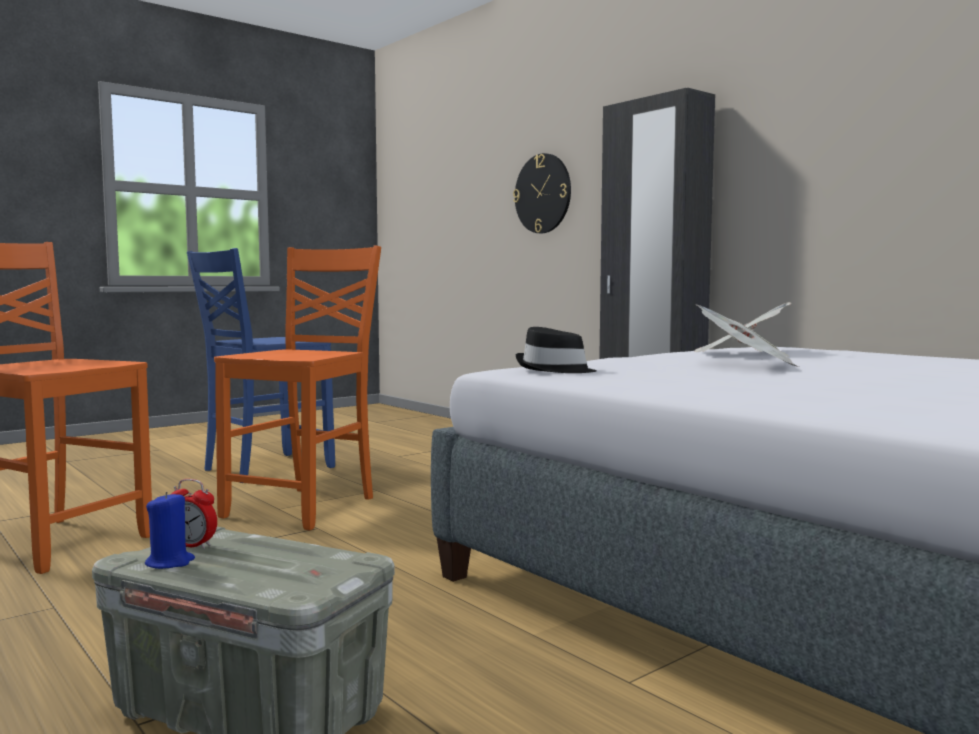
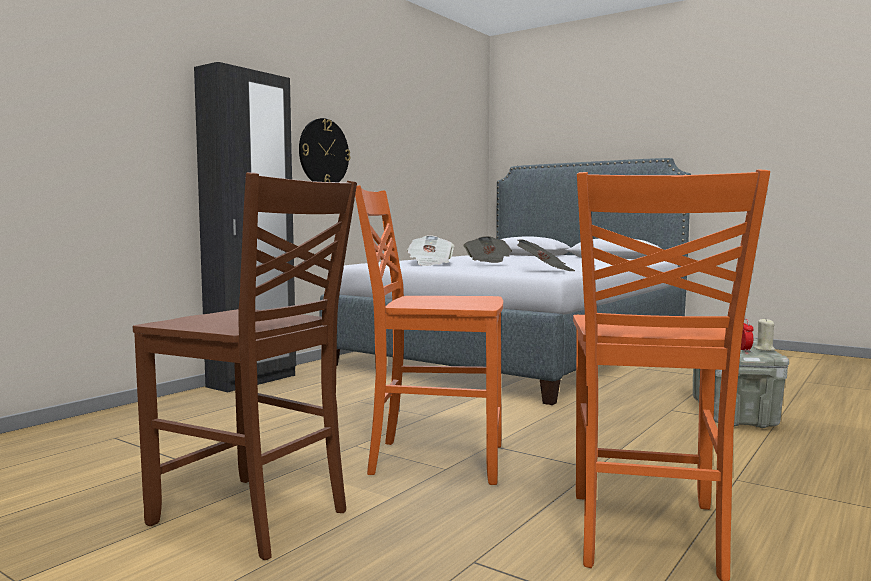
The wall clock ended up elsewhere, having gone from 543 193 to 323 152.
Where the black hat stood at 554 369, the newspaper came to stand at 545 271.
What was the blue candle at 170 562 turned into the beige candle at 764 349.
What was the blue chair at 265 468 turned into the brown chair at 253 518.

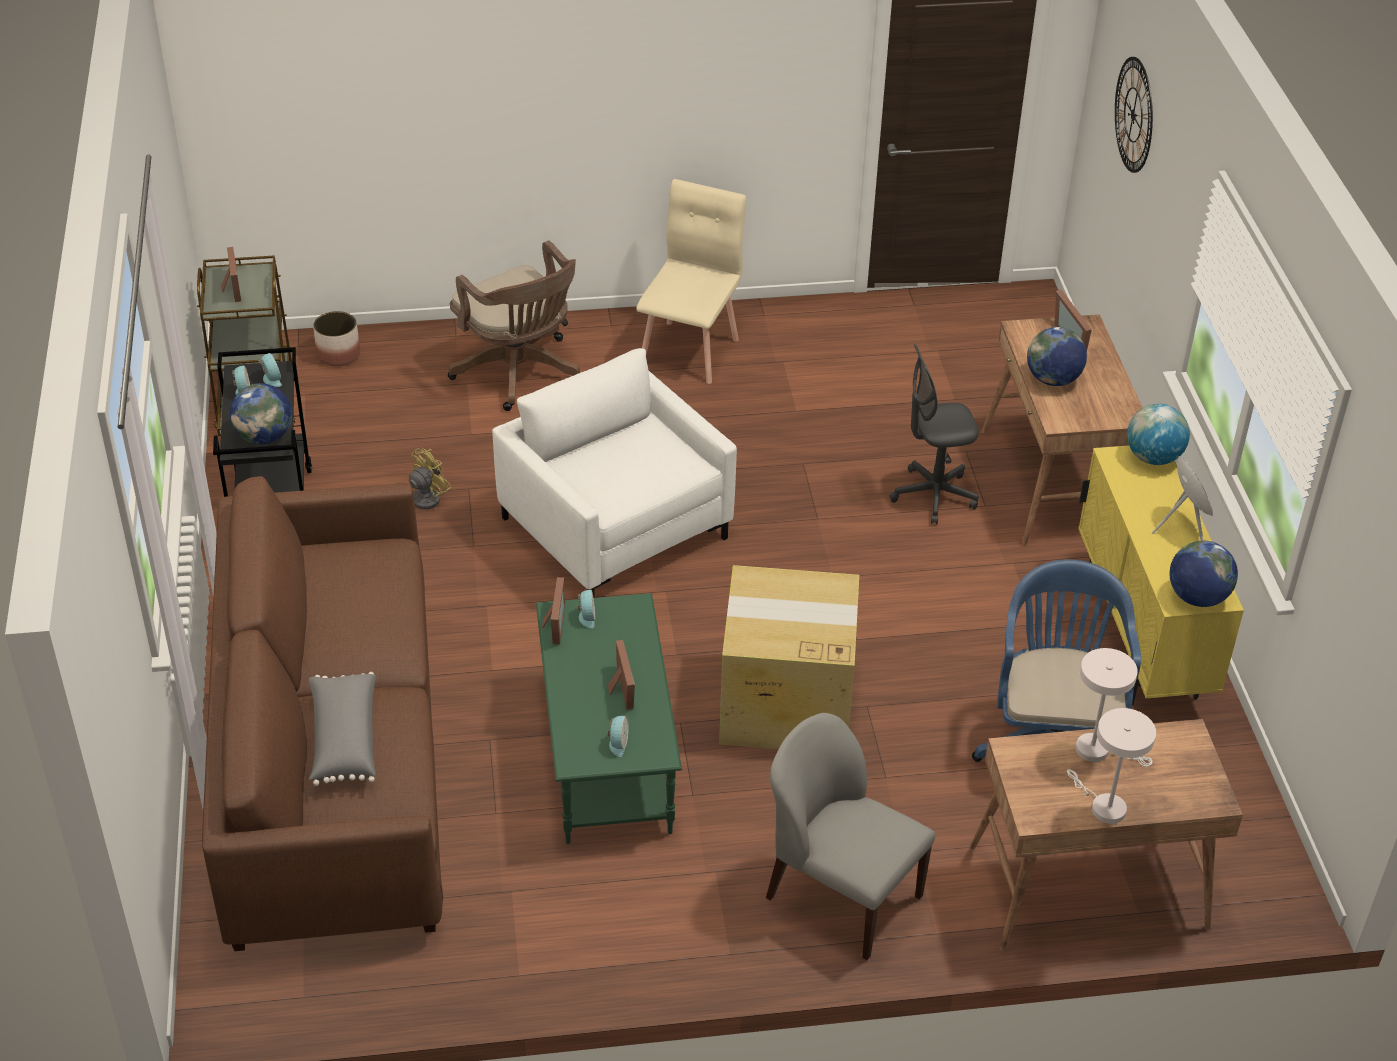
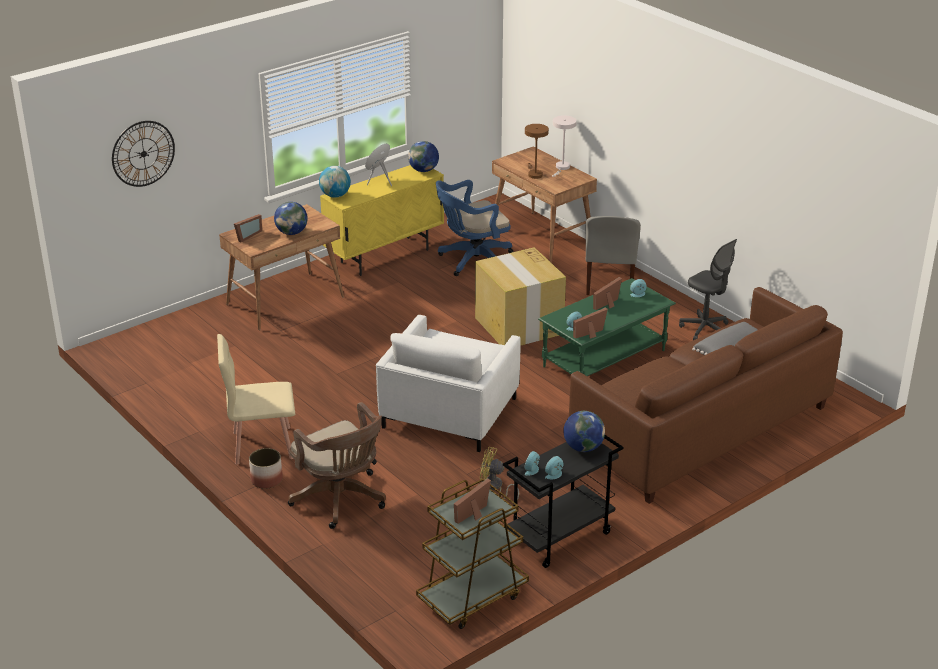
The planter ended up elsewhere, having gone from 339 354 to 266 479.
The grey office chair ended up elsewhere, having gone from 933 496 to 705 329.
What was the white table lamp at 1099 750 turned into the brown table lamp at 534 174.
The brown office chair at 520 373 ended up facing another way, 120 degrees clockwise from before.

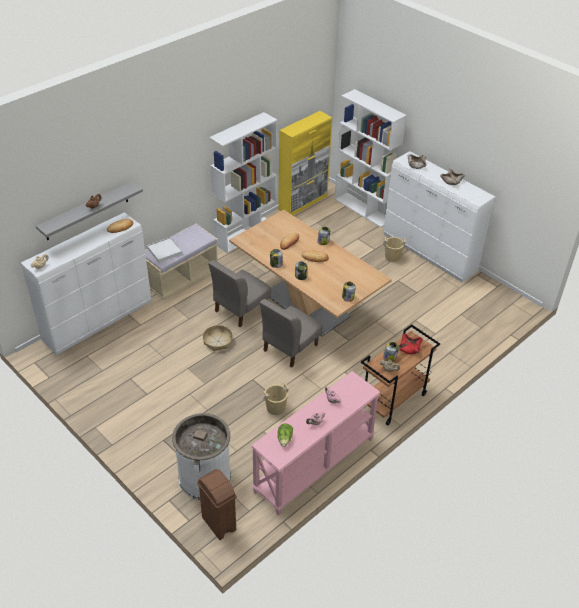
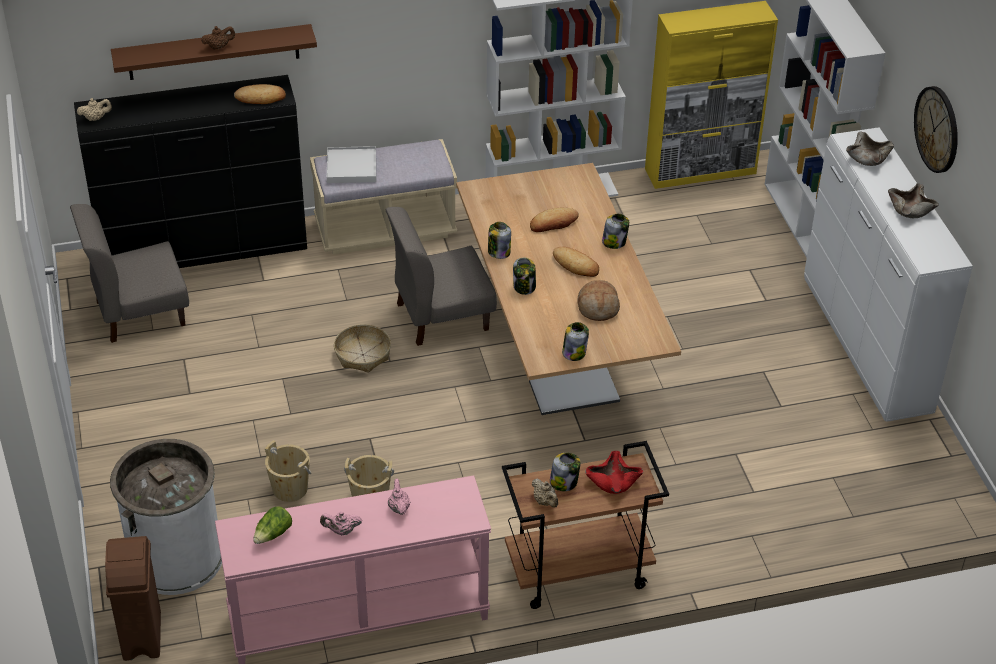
The second view gained the bread at 598 307.
The second view gained the wall clock at 937 129.
The grey chair ended up elsewhere, having gone from 290 347 to 139 312.
The beige bucket ended up elsewhere, having gone from 392 257 to 290 488.
What was the white dresser at 99 321 turned into the black dresser at 205 251.
What was the grey shelf at 87 211 turned into the brown shelf at 213 52.

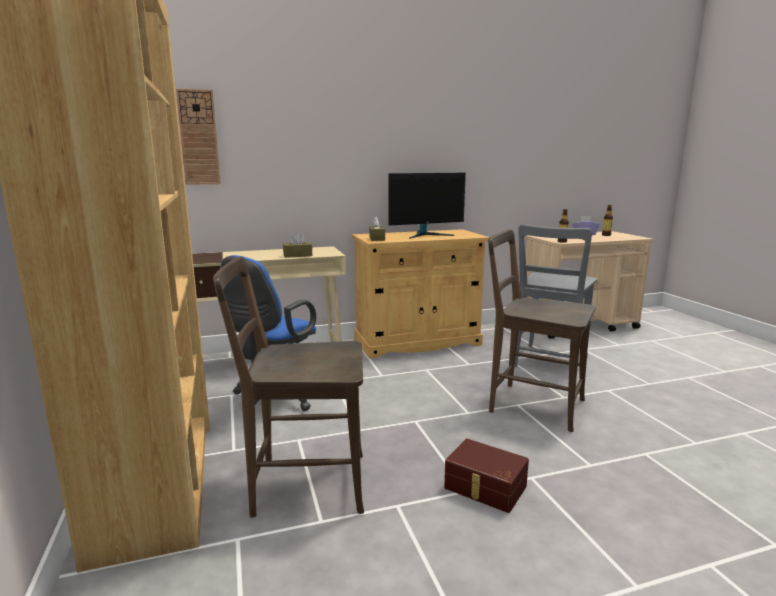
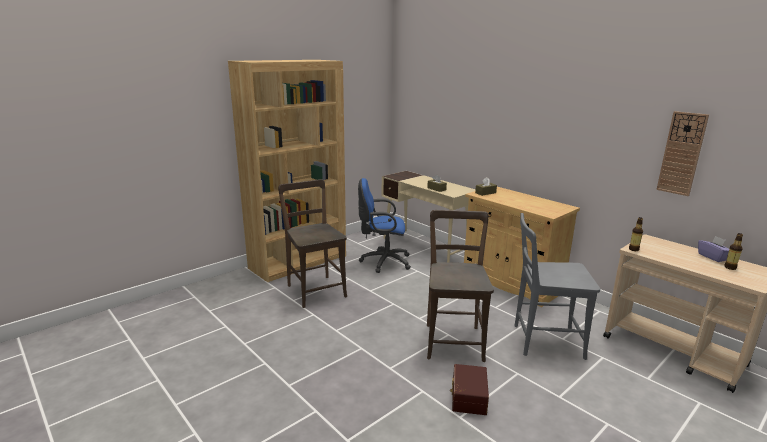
The second view lost the monitor at 426 235.
The wall clock ended up elsewhere, having gone from 199 138 to 681 153.
The brown storage box ended up elsewhere, having gone from 484 488 to 467 397.

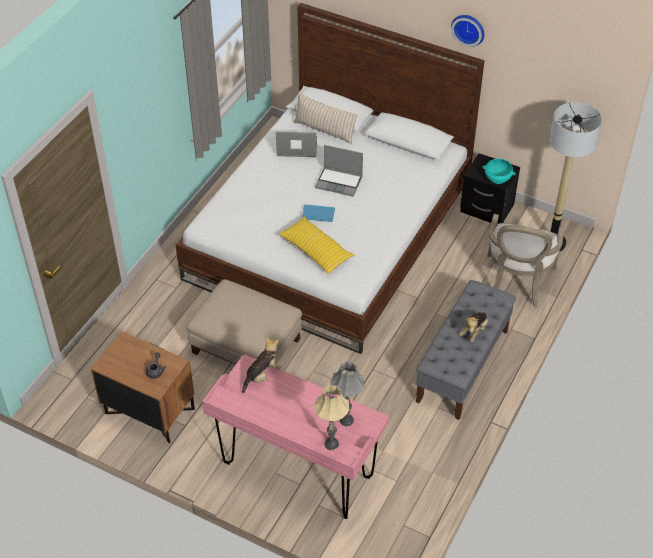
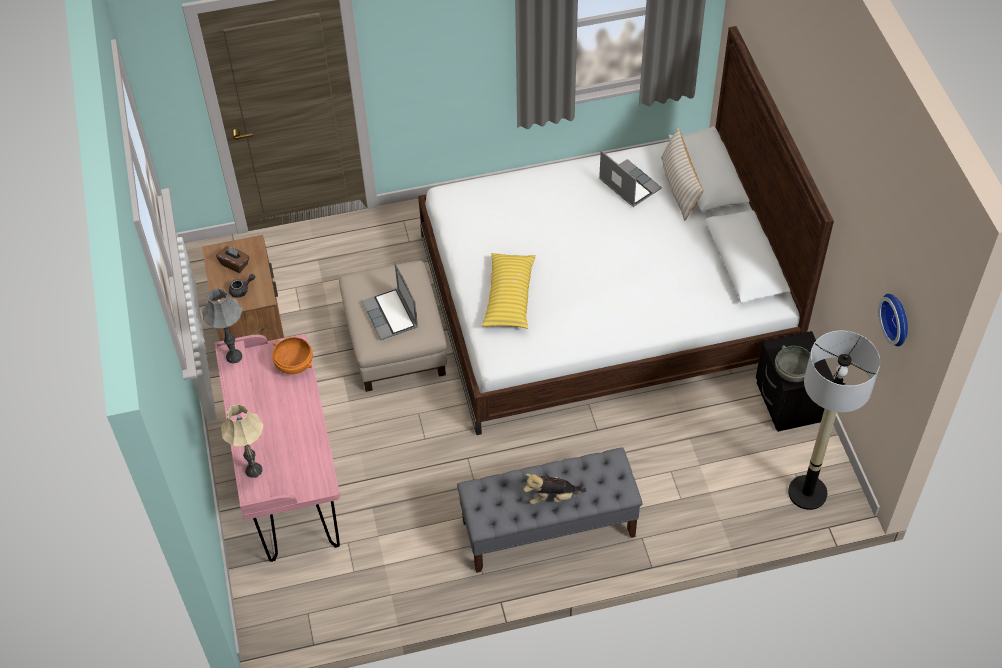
The second view lost the blue book at 317 213.
The second view lost the armchair at 516 284.
The second view gained the brown tissue box at 234 264.
The laptop ended up elsewhere, having gone from 339 182 to 391 315.
The grey table lamp ended up elsewhere, having gone from 346 420 to 234 356.
The wall clock ended up elsewhere, having gone from 469 29 to 898 319.
Where the plush toy stood at 262 376, the orange bowl came to stand at 294 365.
What was the turquoise bowl at 497 178 turned into the grey bowl at 793 372.

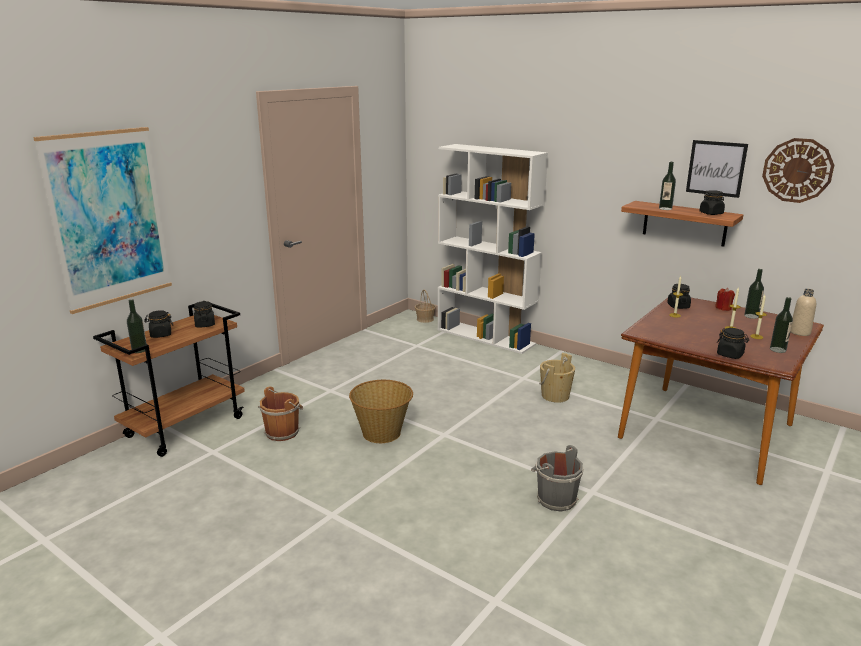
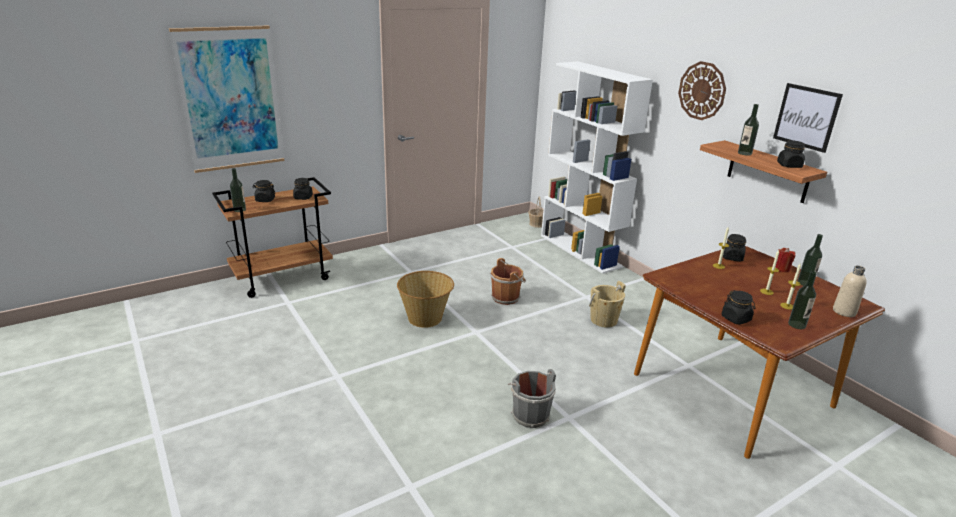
The brown bucket ended up elsewhere, having gone from 283 432 to 506 297.
The wall clock ended up elsewhere, having gone from 797 170 to 702 91.

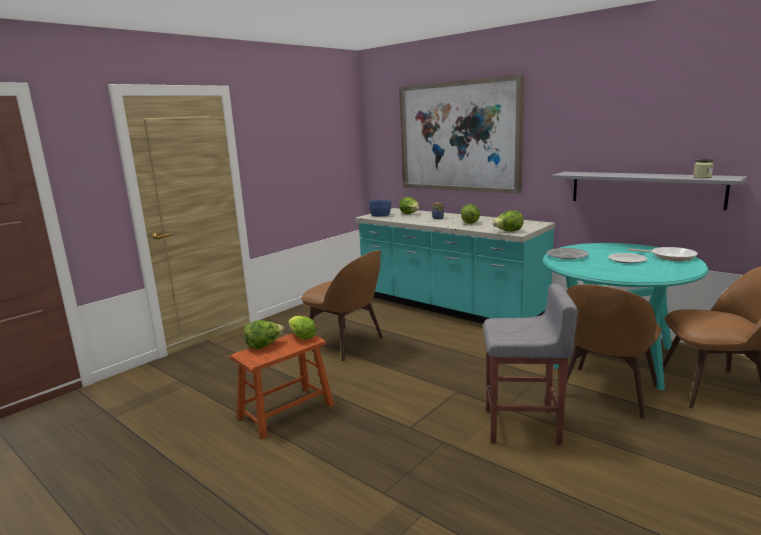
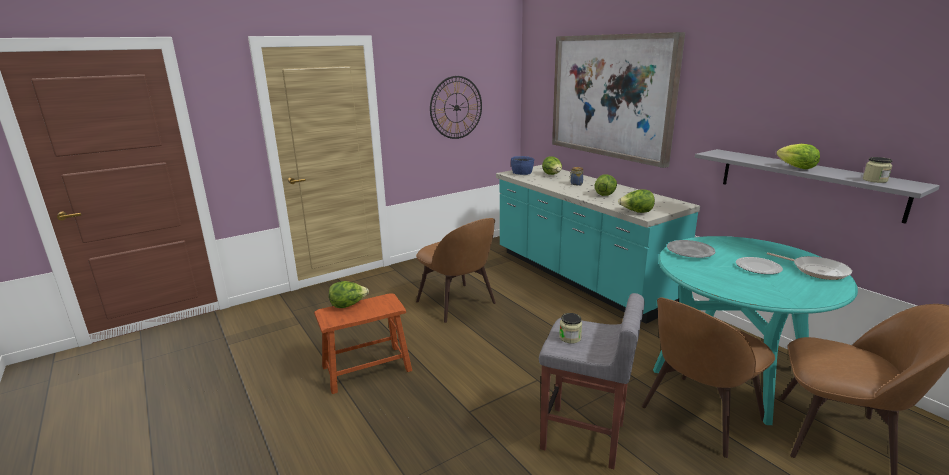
The second view gained the wall clock at 456 107.
The second view gained the jar at 570 337.
The lettuce ended up elsewhere, having gone from 302 337 to 796 167.

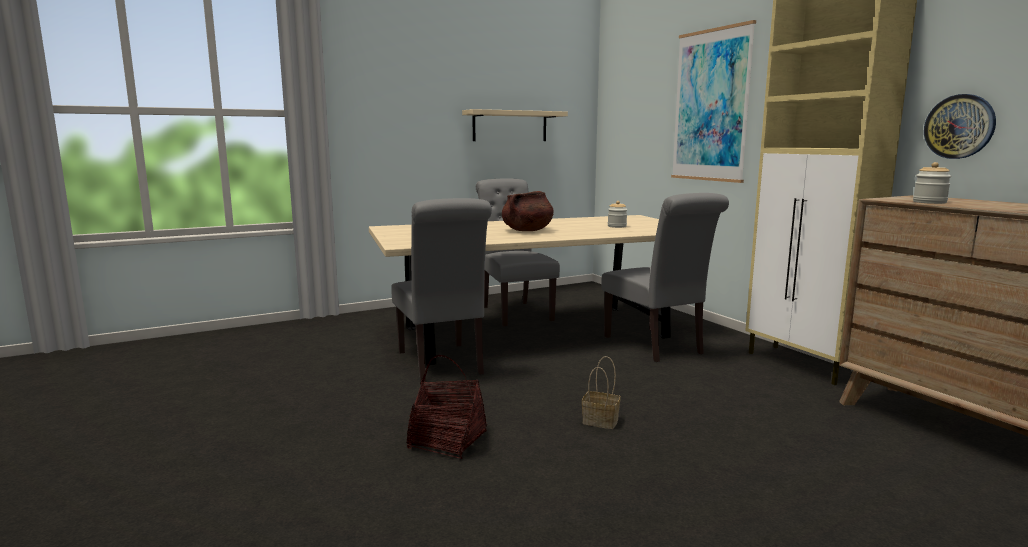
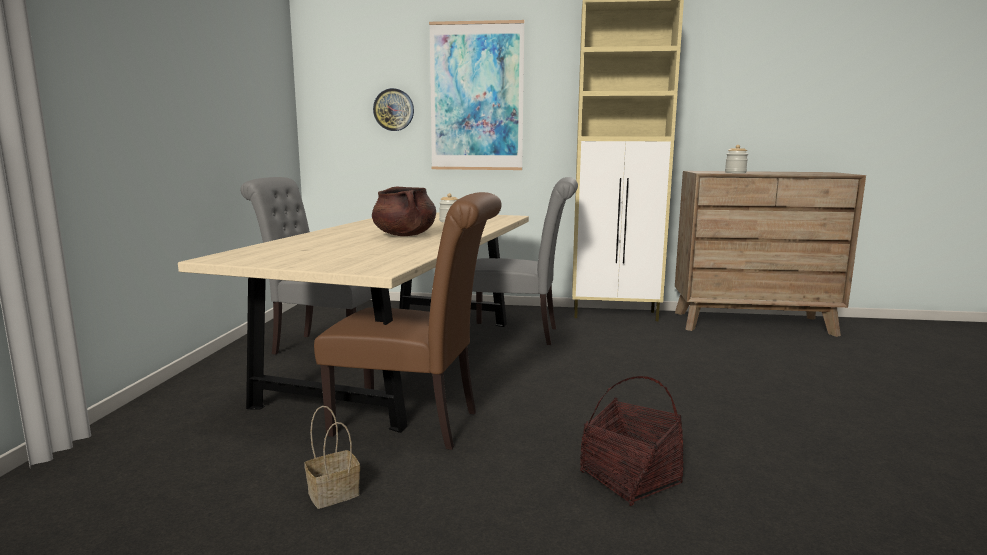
The second view lost the beige shelf at 510 126.
The basket ended up elsewhere, having gone from 601 421 to 335 493.
The wall clock ended up elsewhere, having gone from 959 126 to 393 110.
What was the grey chair at 442 364 turned into the brown chair at 415 423.

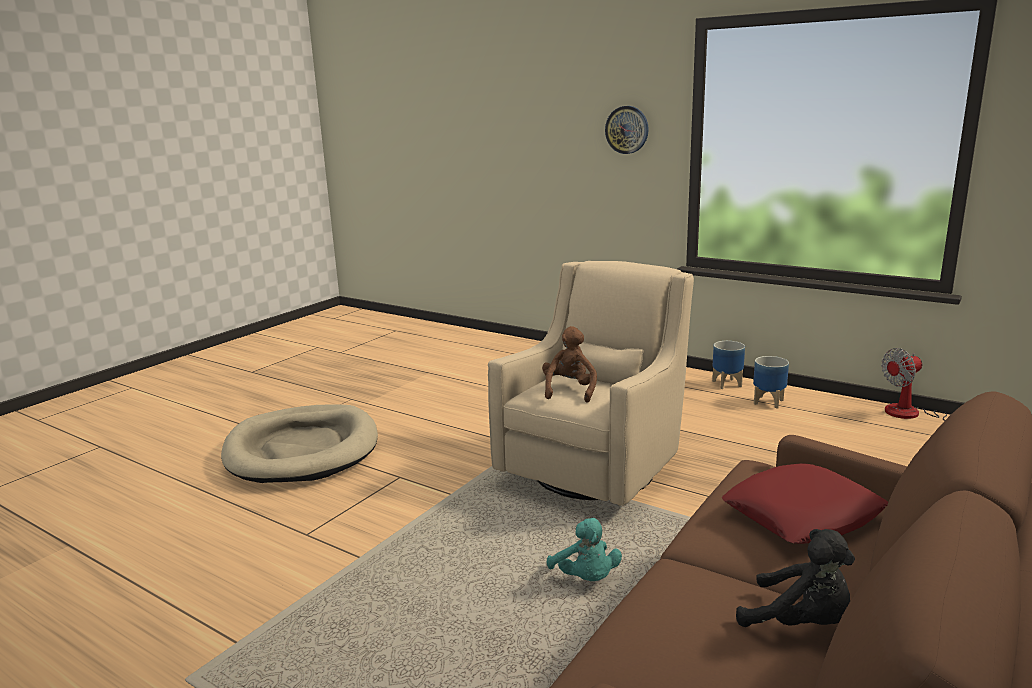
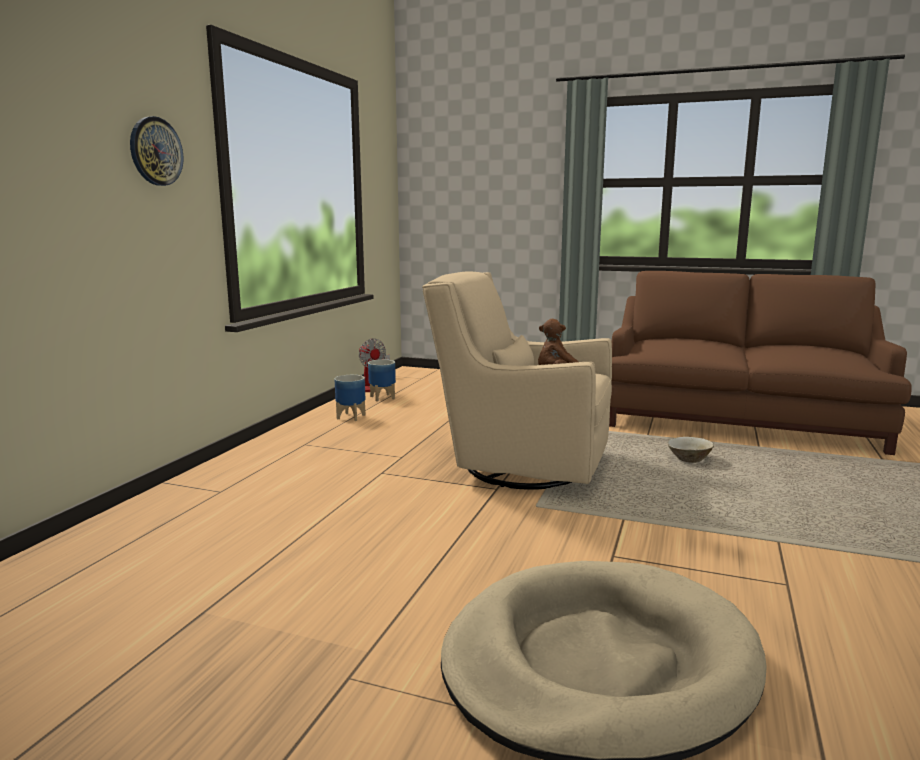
The second view lost the red pillow at 802 515.
The second view lost the black plush toy at 800 623.
The planter ended up elsewhere, having gone from 727 384 to 382 397.
Where the turquoise plush toy stood at 586 579, the beige bowl came to stand at 689 459.

